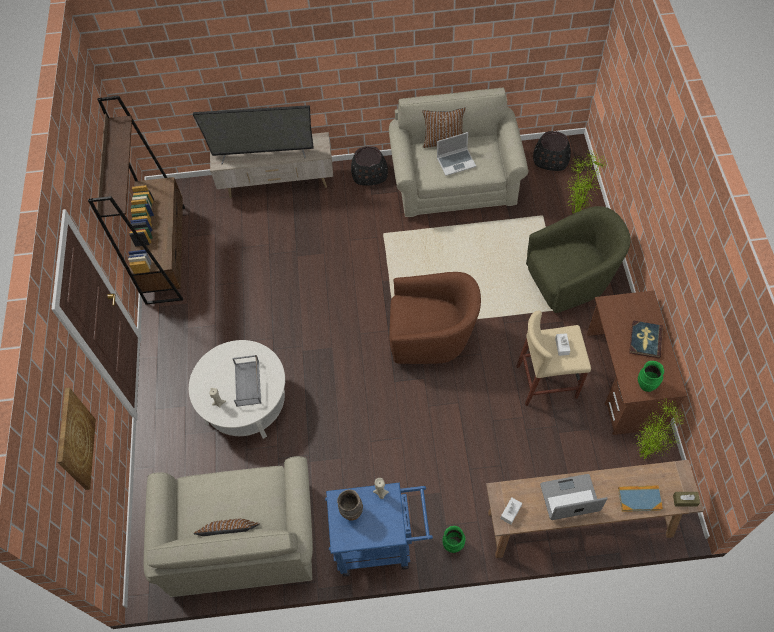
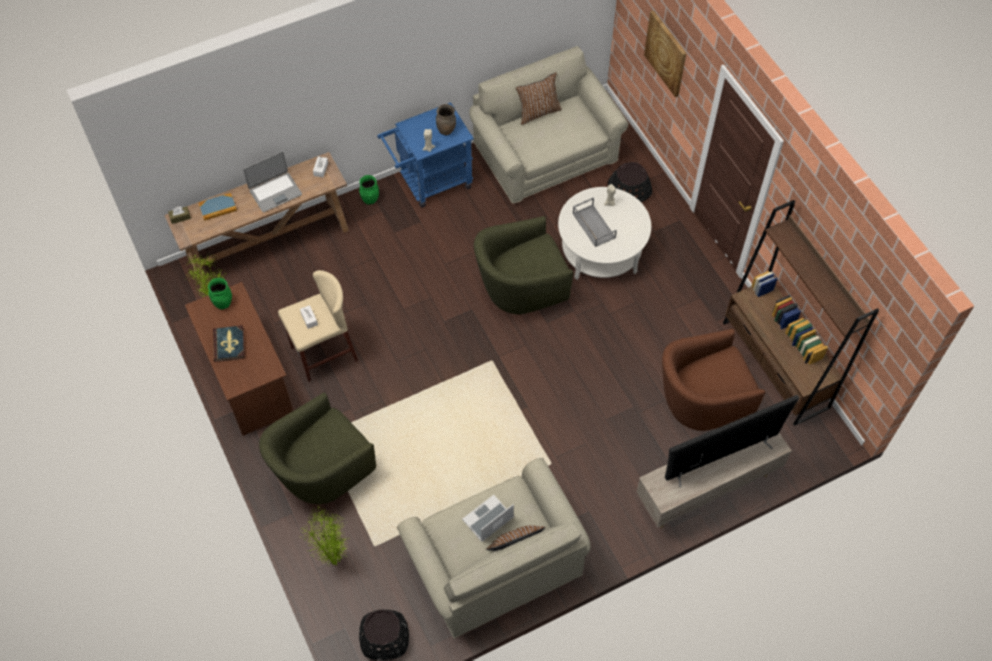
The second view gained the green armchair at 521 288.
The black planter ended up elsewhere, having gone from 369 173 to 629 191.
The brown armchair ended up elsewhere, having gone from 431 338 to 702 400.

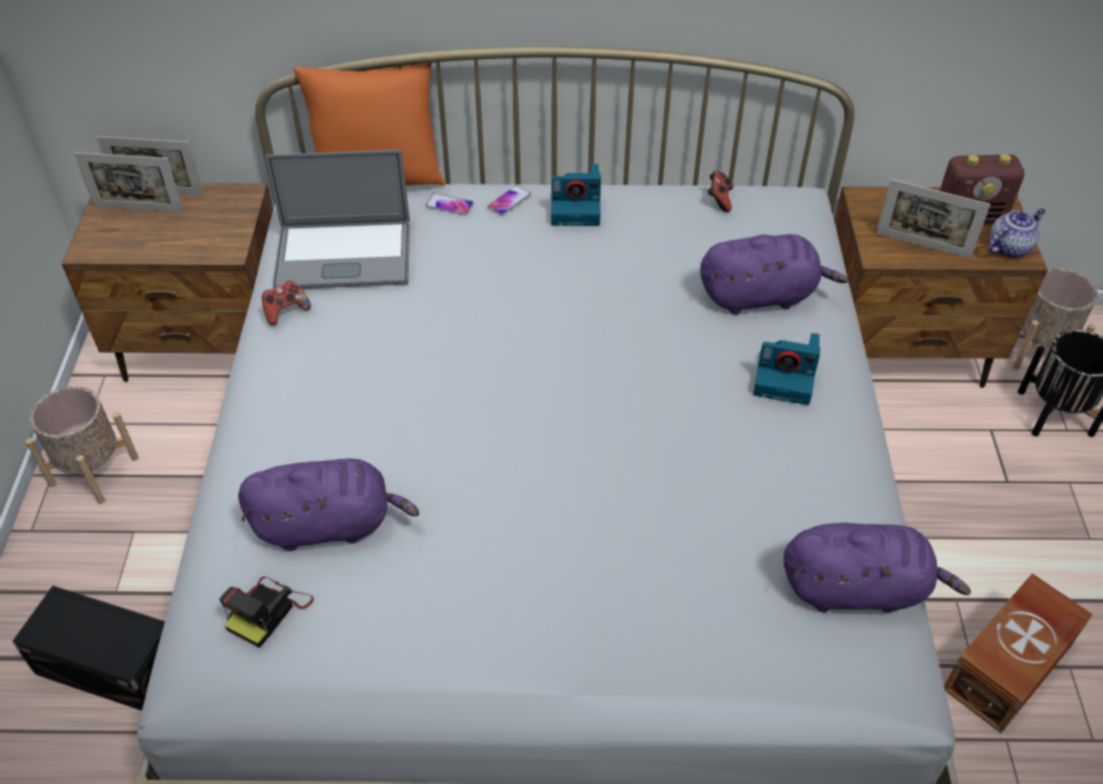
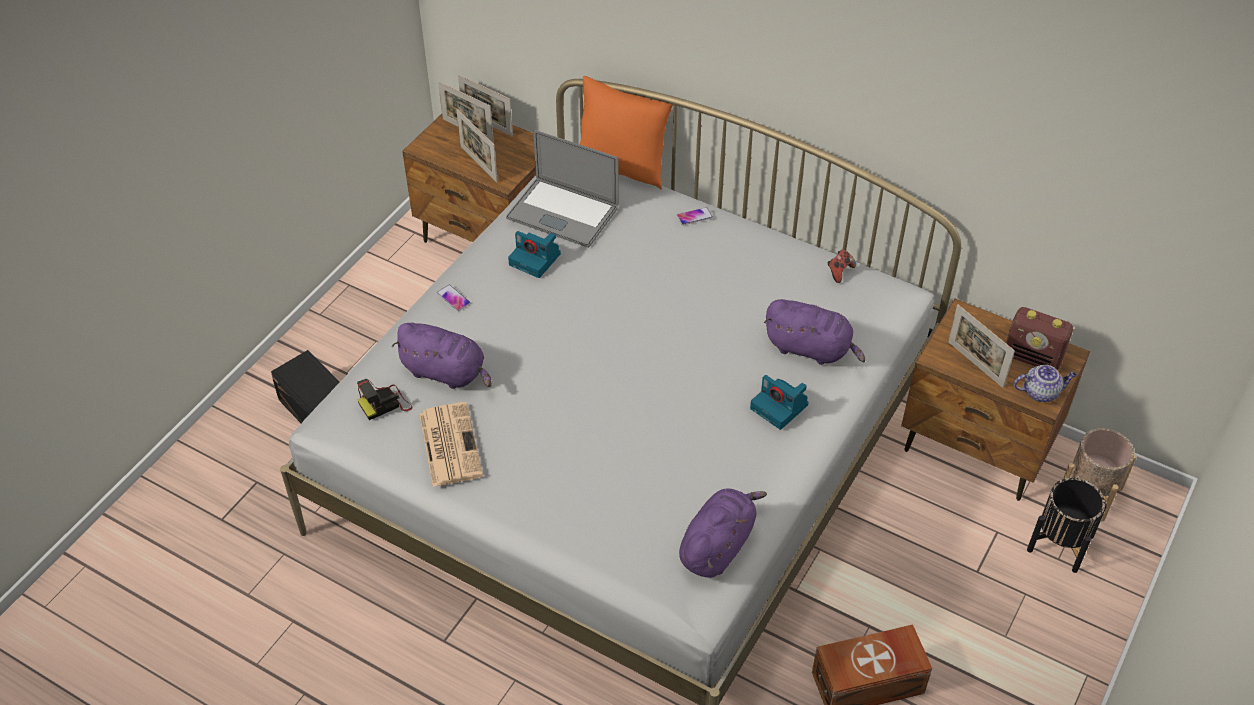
The second view lost the beige planter at 93 470.
The second view lost the game controller at 286 311.
The second view gained the newspaper at 449 444.
The second view gained the picture frame at 478 164.
The phone ended up elsewhere, having gone from 449 205 to 453 298.
The photo camera ended up elsewhere, having gone from 577 208 to 536 259.
The purple plush toy at 858 588 ended up facing another way, 90 degrees counterclockwise from before.

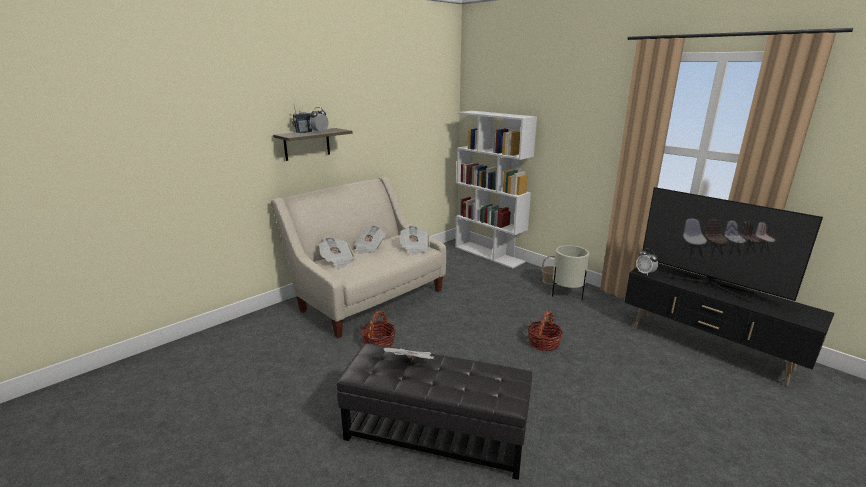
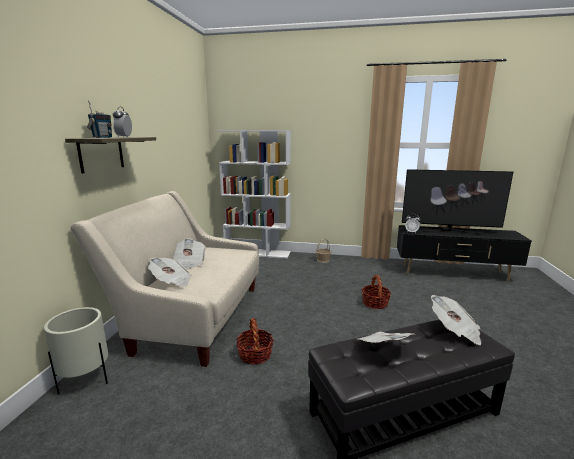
The newspaper ended up elsewhere, having gone from 414 249 to 455 331.
The beige planter ended up elsewhere, having gone from 567 294 to 86 380.

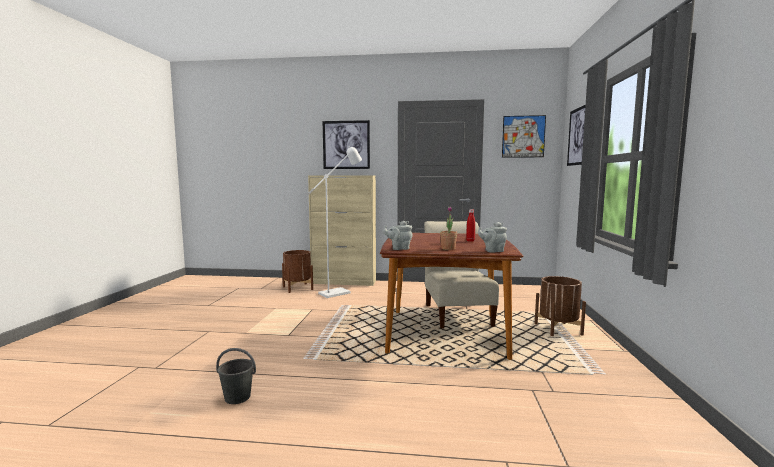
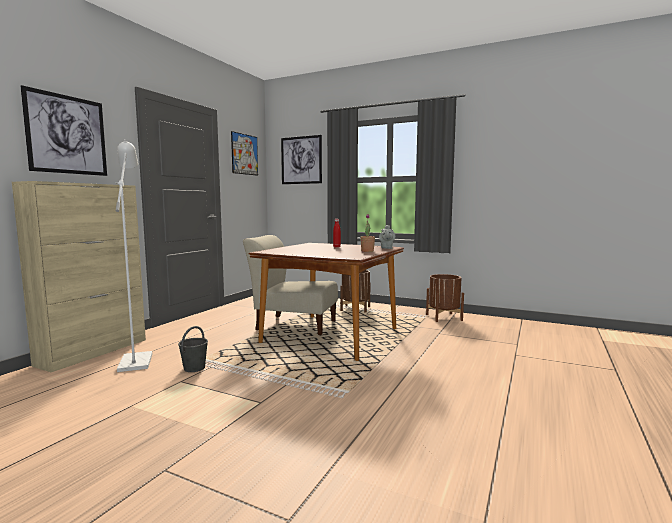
The second view lost the grey teapot at 399 248.
The grey bucket ended up elsewhere, having gone from 238 397 to 194 368.
The brown planter ended up elsewhere, having gone from 297 288 to 444 317.

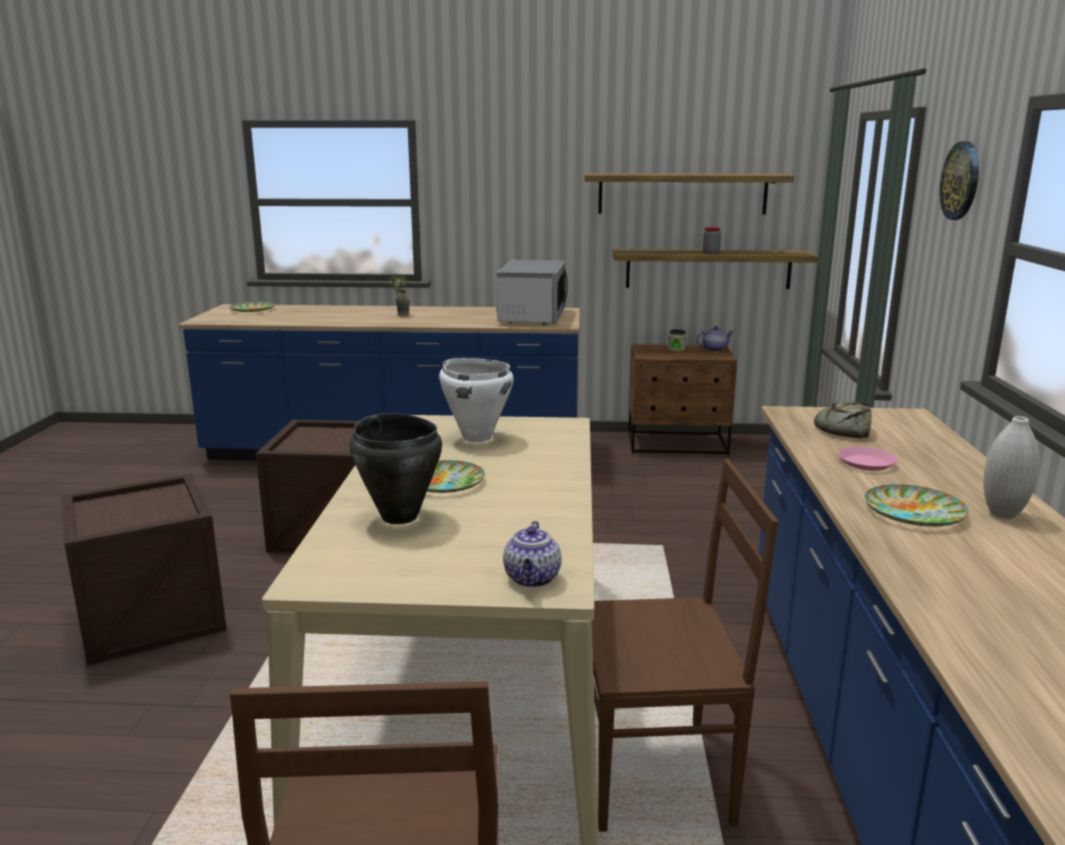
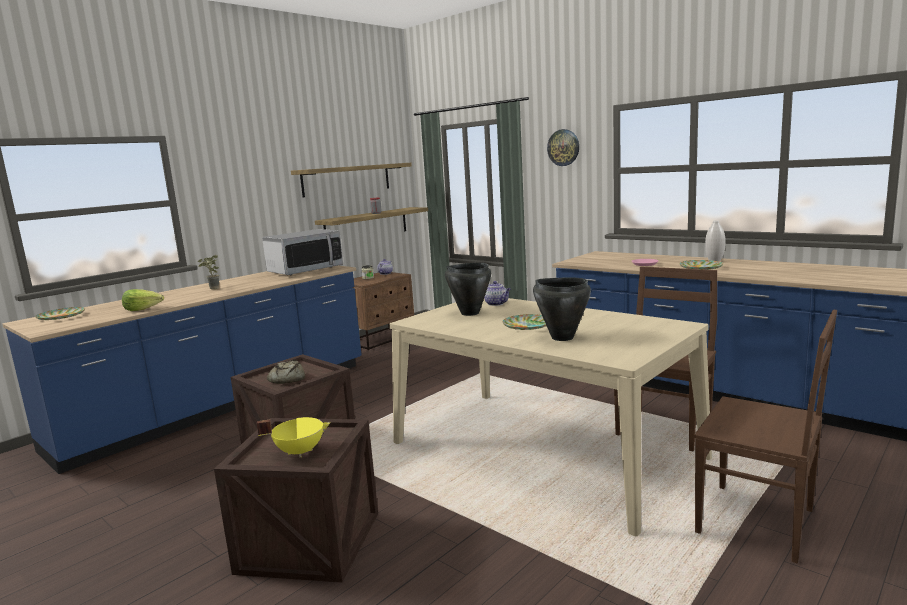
The second view gained the lettuce at 143 309.
The second view gained the yellow cooking pot at 299 451.
The teapot ended up elsewhere, having gone from 532 579 to 496 304.
The bread ended up elsewhere, having gone from 844 429 to 287 379.
What was the white cooking pot at 477 437 turned into the black cooking pot at 469 313.
The microwave at 531 317 ended up facing another way, 90 degrees clockwise from before.

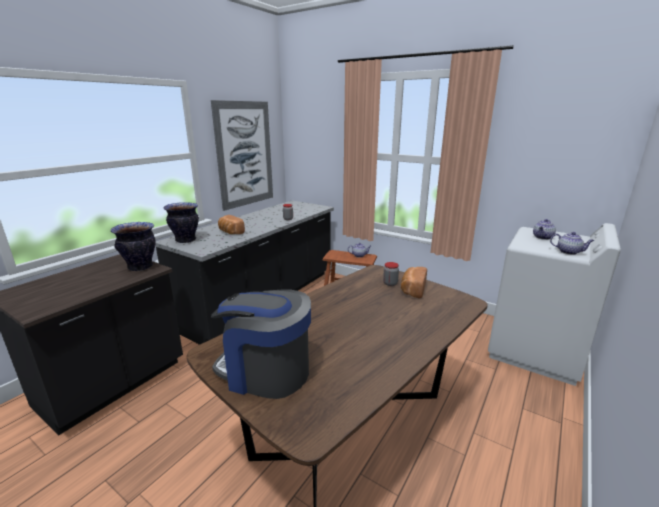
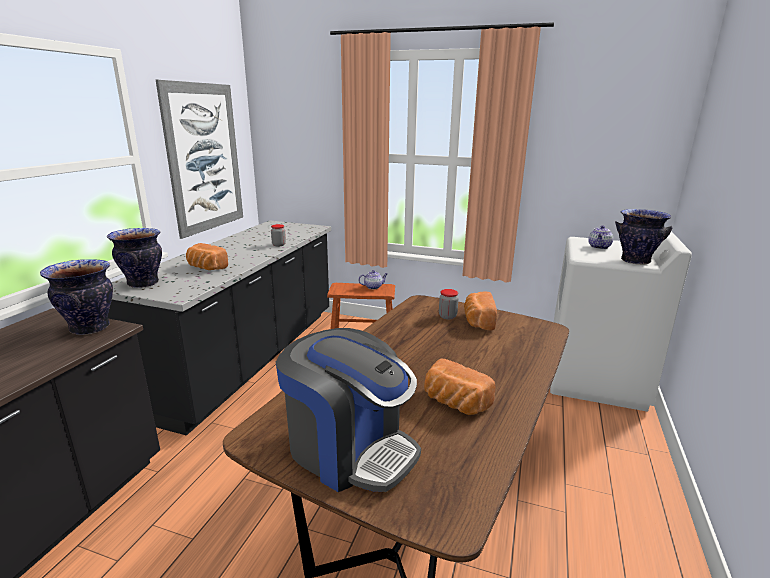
The second view gained the bread at 454 403.
Where the teapot stood at 569 252, the vase came to stand at 635 261.
The coffee machine at 265 371 ended up facing another way, 150 degrees counterclockwise from before.

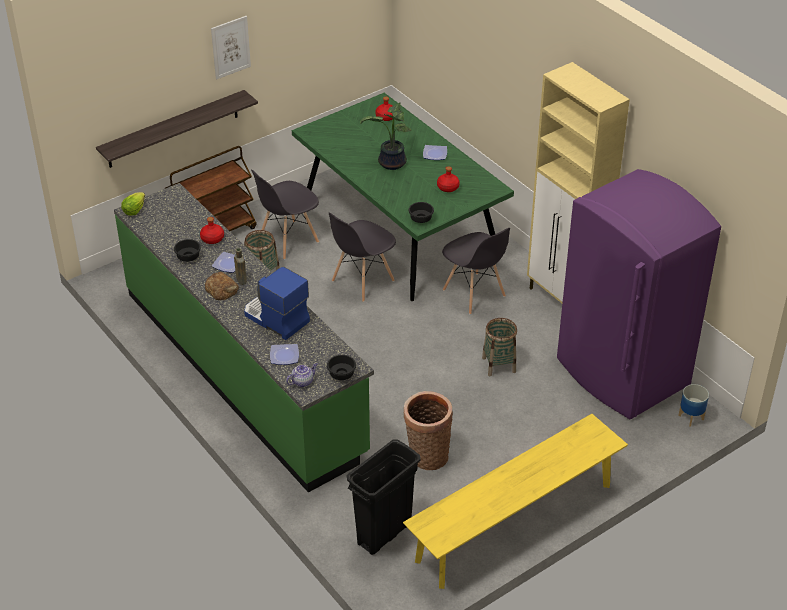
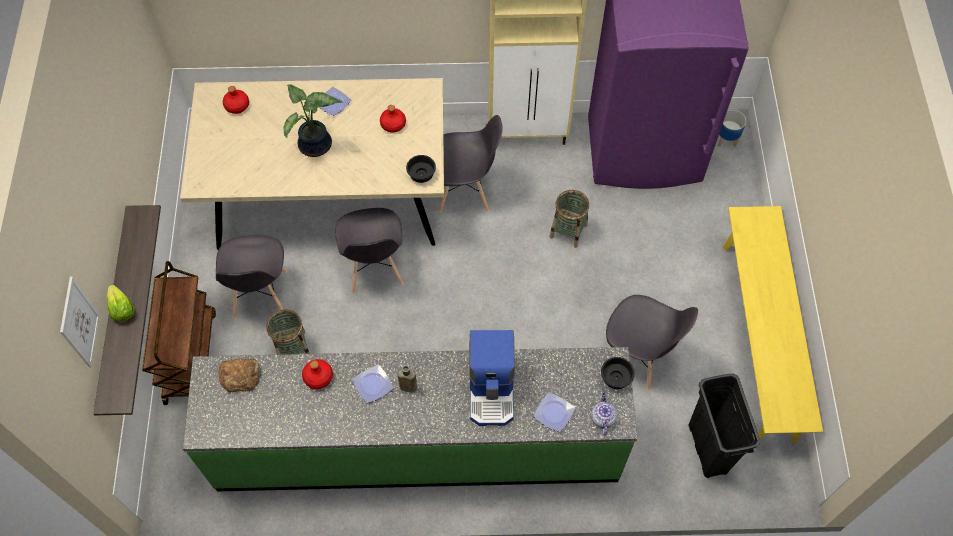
The second view lost the black bowl at 187 257.
The lettuce ended up elsewhere, having gone from 134 210 to 122 309.
The bread ended up elsewhere, having gone from 222 289 to 240 376.
The picture ended up elsewhere, having gone from 230 47 to 79 323.
Where the basket stood at 426 455, the grey chair came to stand at 638 356.
What was the green dining table at 398 230 turned into the beige dining table at 327 194.
The coffee machine at 275 319 ended up facing another way, 75 degrees counterclockwise from before.

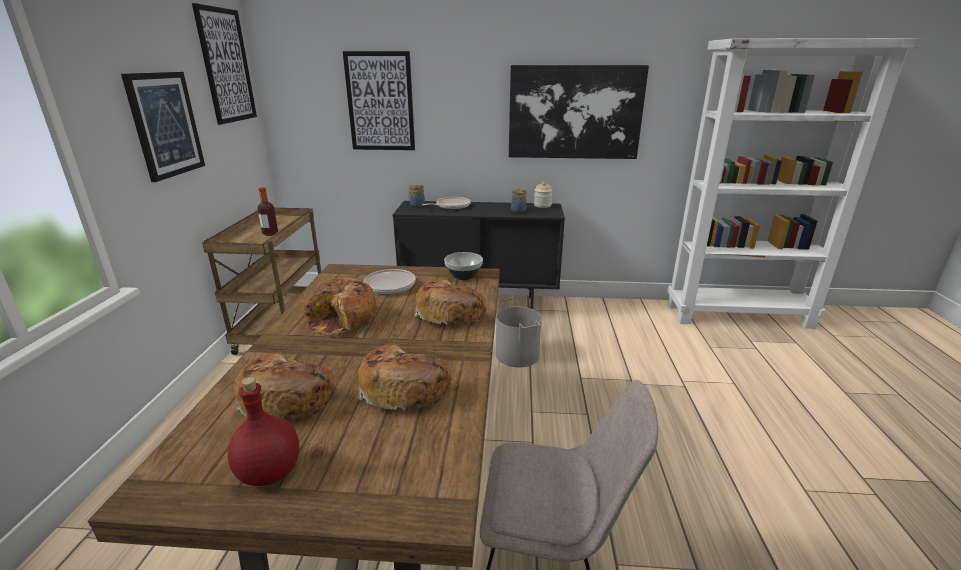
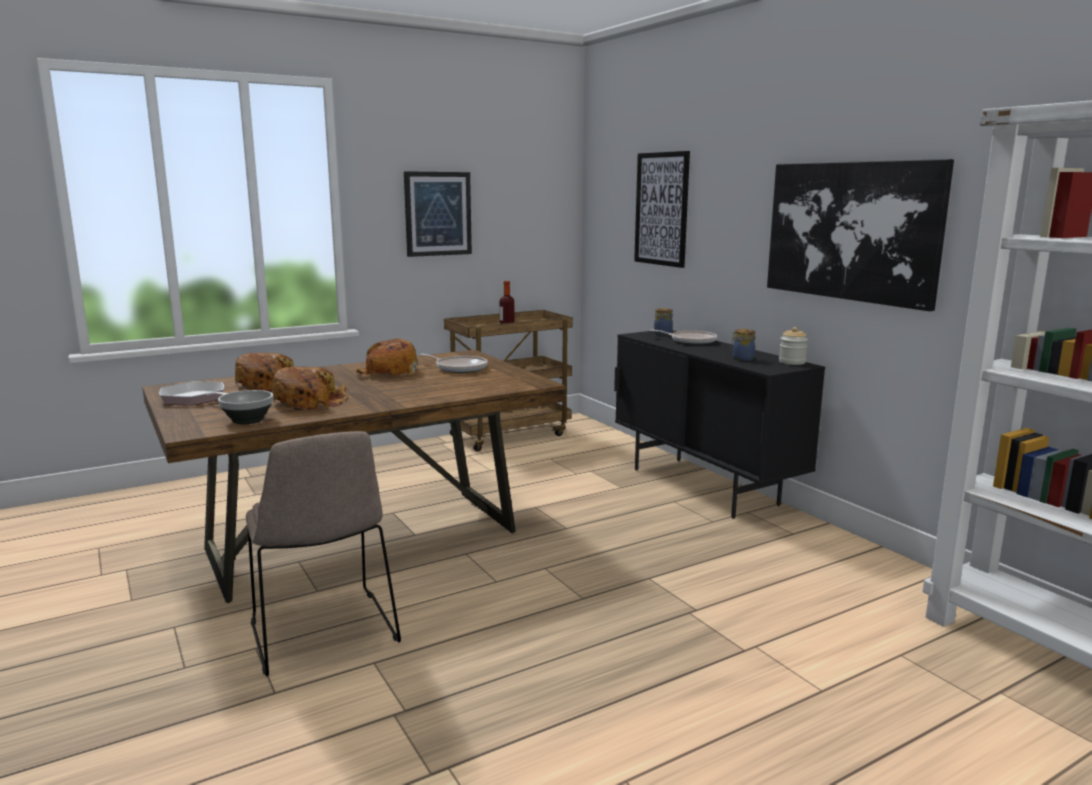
The second view lost the picture at 226 66.
The second view lost the bread at 450 313.
The second view lost the grey bucket at 518 354.
The bowl ended up elsewhere, having gone from 463 275 to 248 420.
Where the red bottle stood at 271 473, the frying pan came to stand at 196 399.

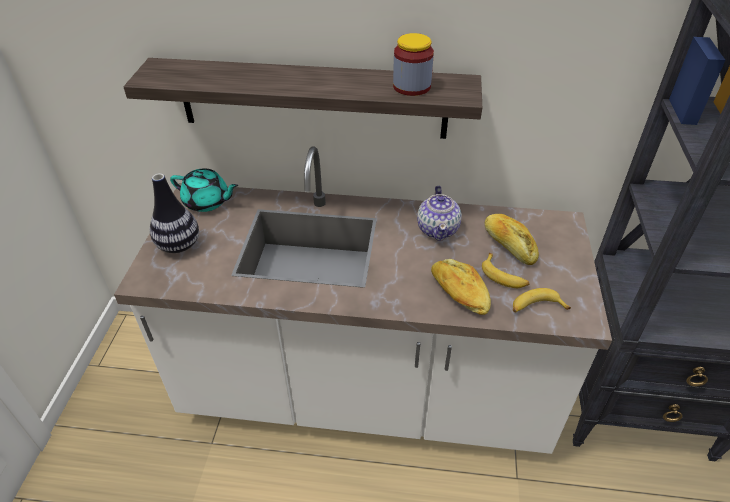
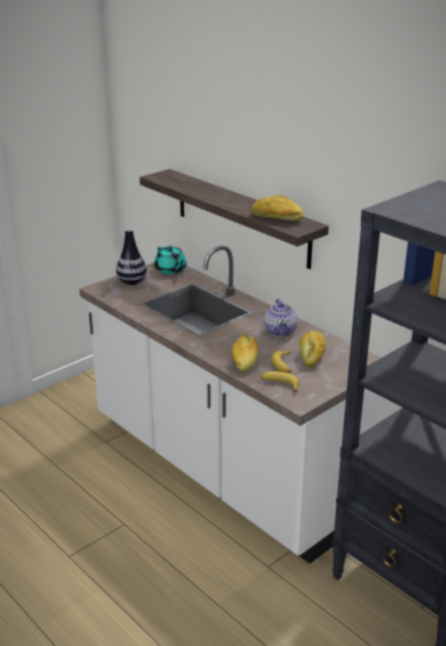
Where the jar stood at 411 86, the bread came to stand at 277 218.
The teapot at 438 229 ended up facing another way, 45 degrees counterclockwise from before.

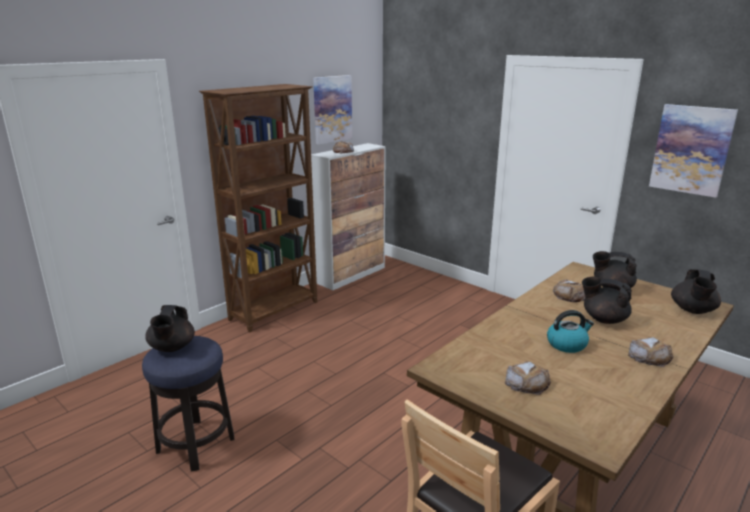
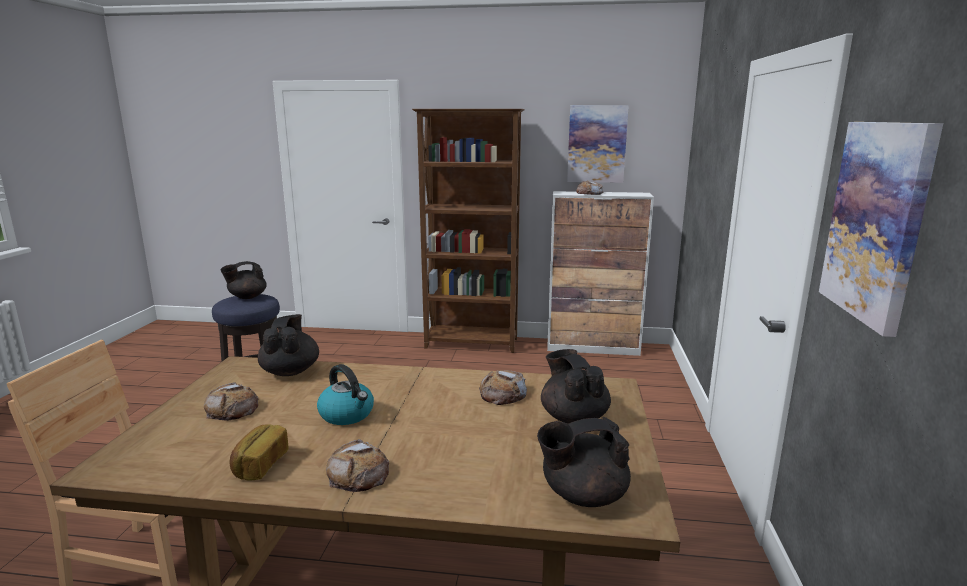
The second view gained the bread at 260 465.
The black teapot ended up elsewhere, having gone from 603 319 to 290 371.

